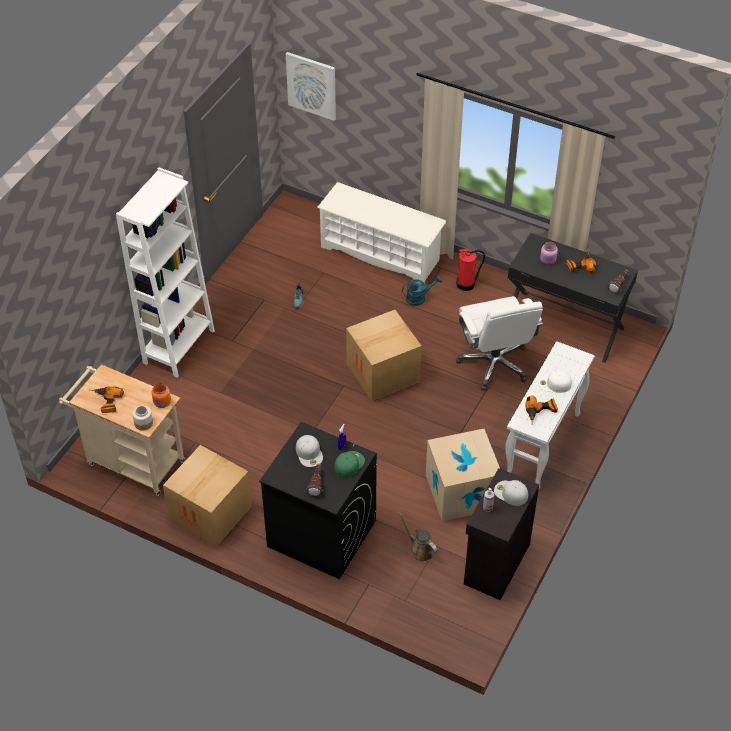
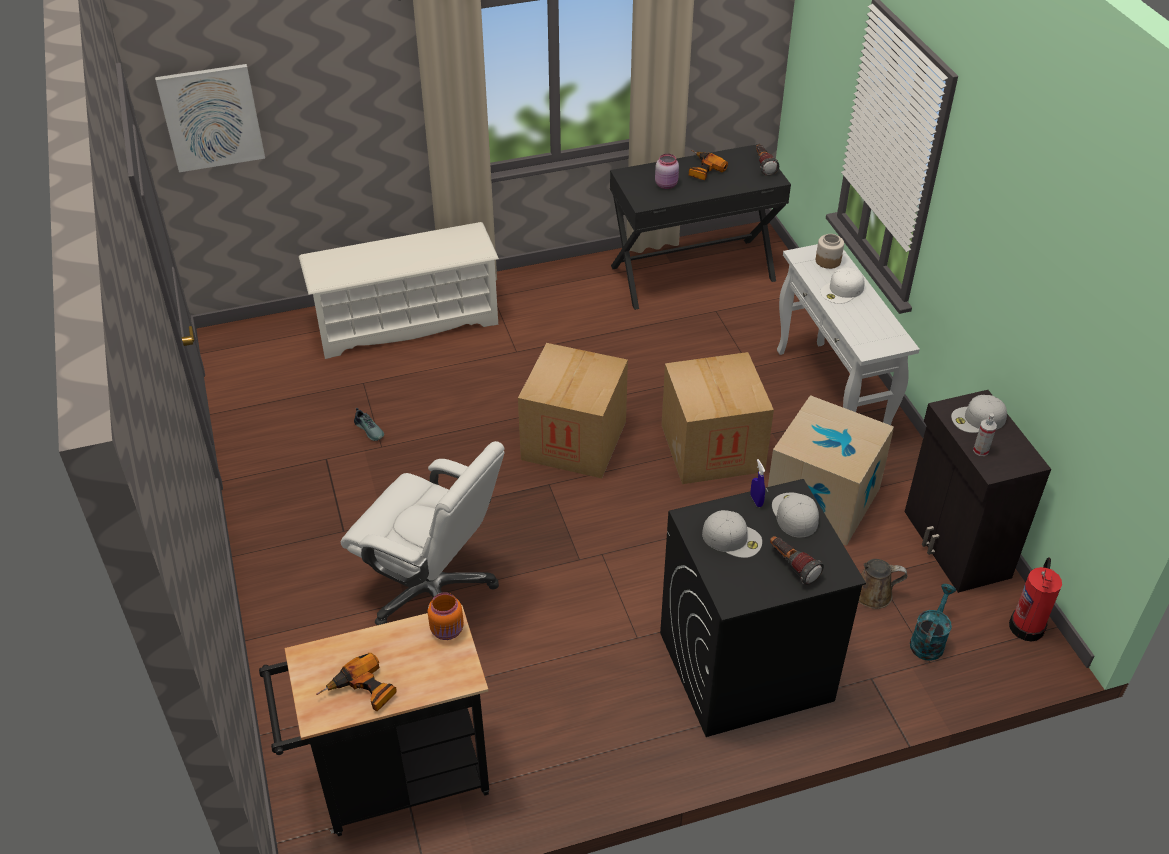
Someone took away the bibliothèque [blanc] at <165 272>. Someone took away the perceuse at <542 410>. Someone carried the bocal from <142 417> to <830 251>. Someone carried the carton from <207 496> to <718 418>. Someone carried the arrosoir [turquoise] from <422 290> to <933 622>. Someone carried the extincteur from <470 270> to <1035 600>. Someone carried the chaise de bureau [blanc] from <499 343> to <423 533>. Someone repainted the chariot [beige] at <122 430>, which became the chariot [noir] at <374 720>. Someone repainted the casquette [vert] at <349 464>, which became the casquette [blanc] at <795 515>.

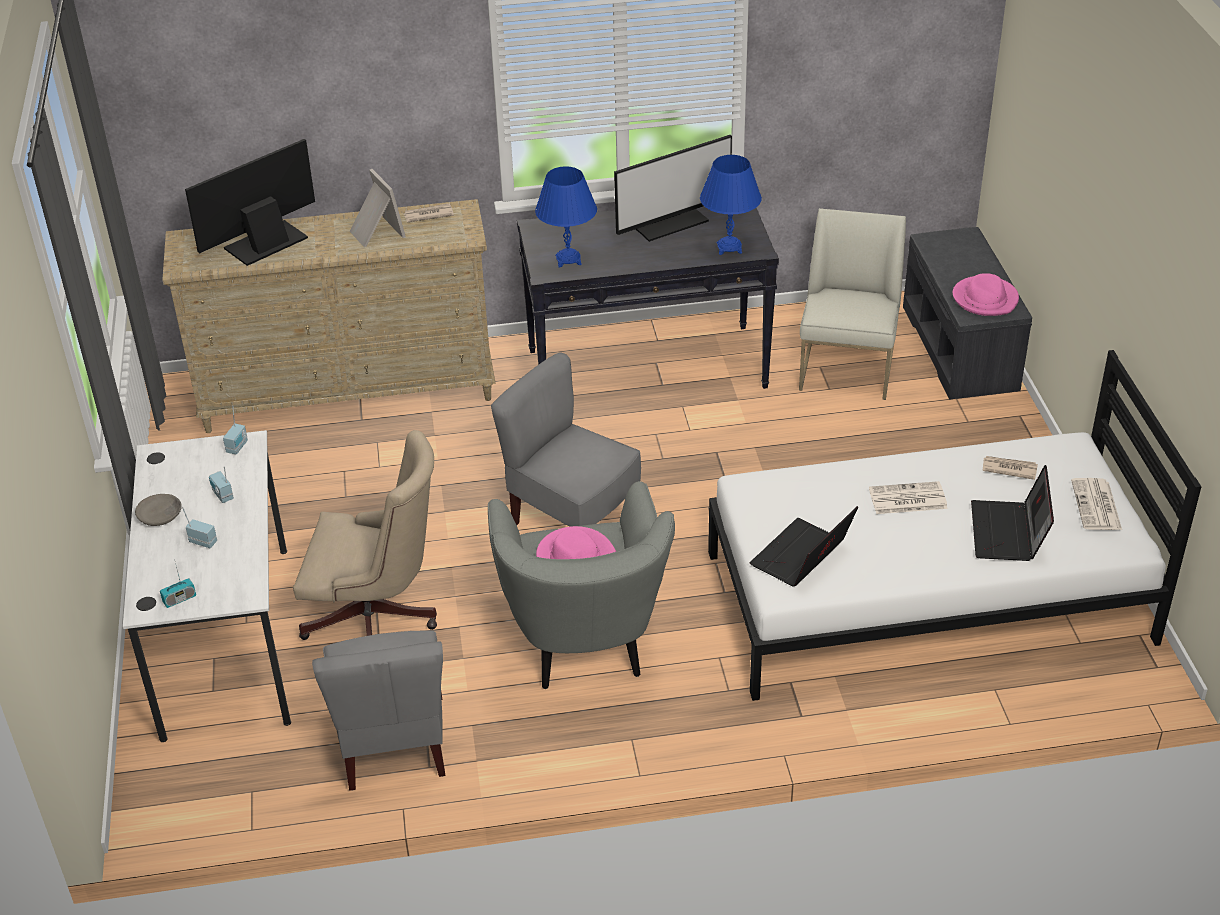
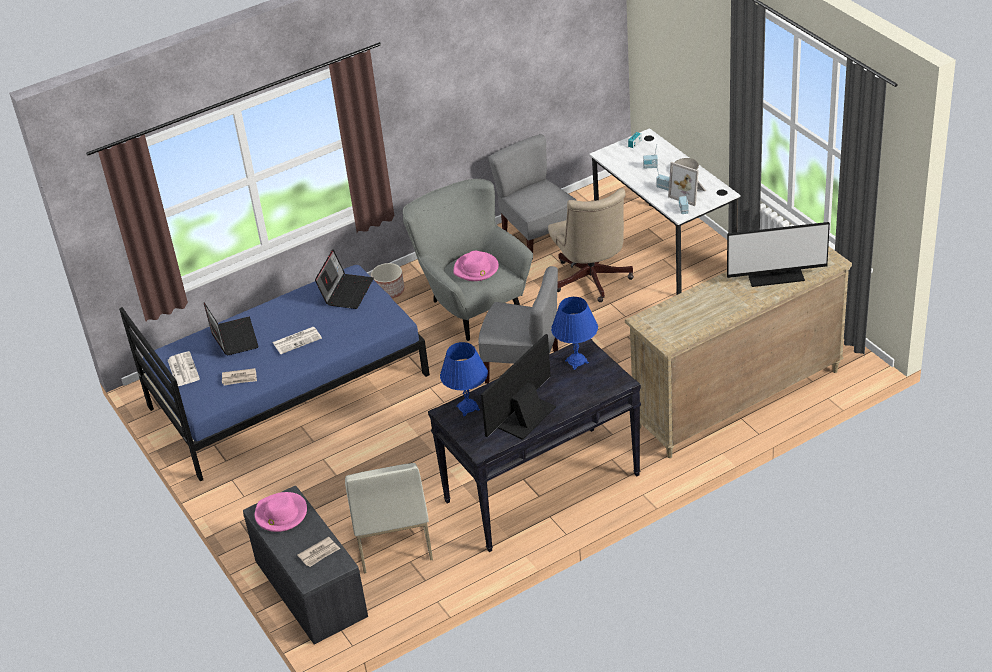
Someone put down the cache-pot at <387 280>. Someone carried the cadre photo from <378 208> to <687 184>. Someone carried the journal from <429 213> to <318 552>. Someone repainted the lit [blanc] at <954 525>, which became the lit [bleu] at <274 373>. Someone rotated the écran d'ordinateur at <250 202> by 60 degrees clockwise. Someone rotated the chaise de bureau [beige] at <365 535> by 90 degrees counterclockwise.

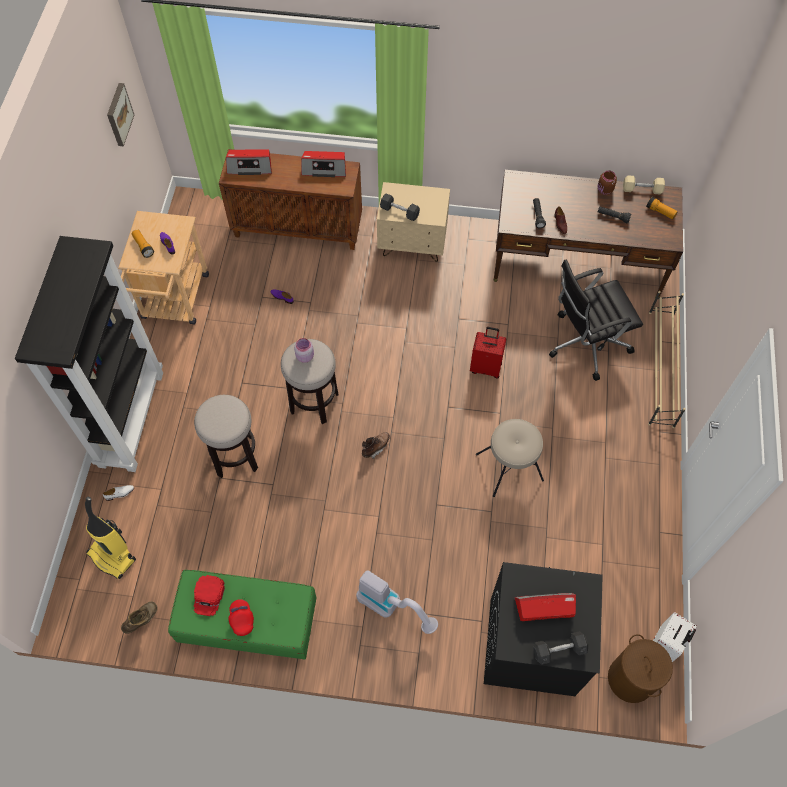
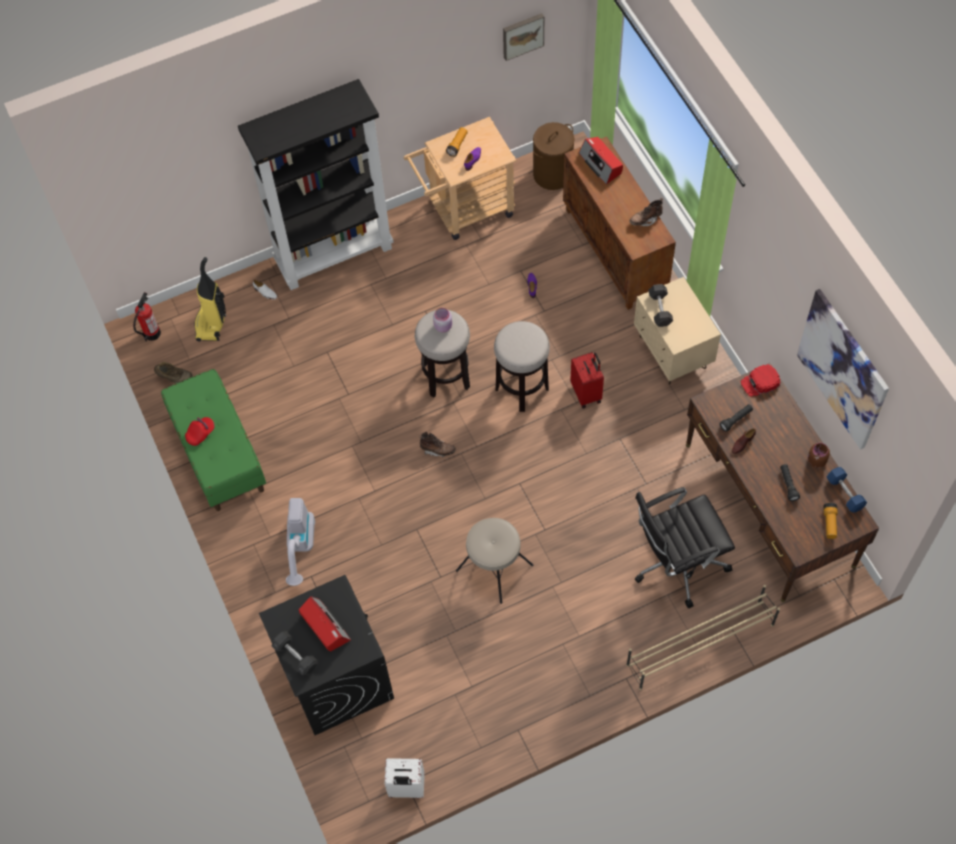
Someone put down the extincteur at <147 317>. Someone put up the tableau at <843 369>. Someone carried the casquette [rouge] from <209 595> to <760 380>. Someone carried the tabouret from <226 436> to <522 366>. Someone carried the valise [rouge] from <488 353> to <587 380>. Someone carried the panier à linge [marron] from <640 668> to <553 156>. Someone swapped the radio at <323 164> for the botte [marron] at <646 212>. Someone repainted the haltère [beige] at <644 184>, which became the haltère [bleu] at <846 490>. Someone rotated the chaise de bureau [noir] at <596 320> by 60 degrees counterclockwise.

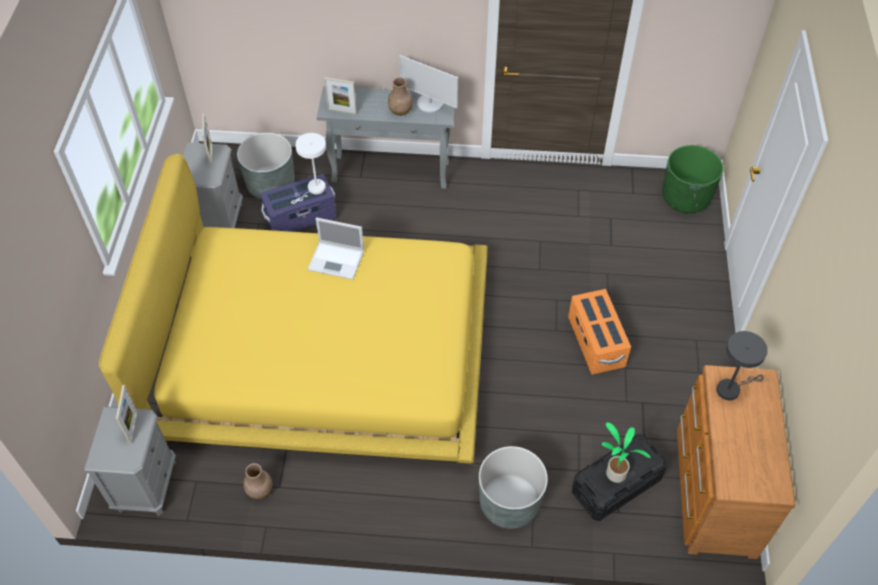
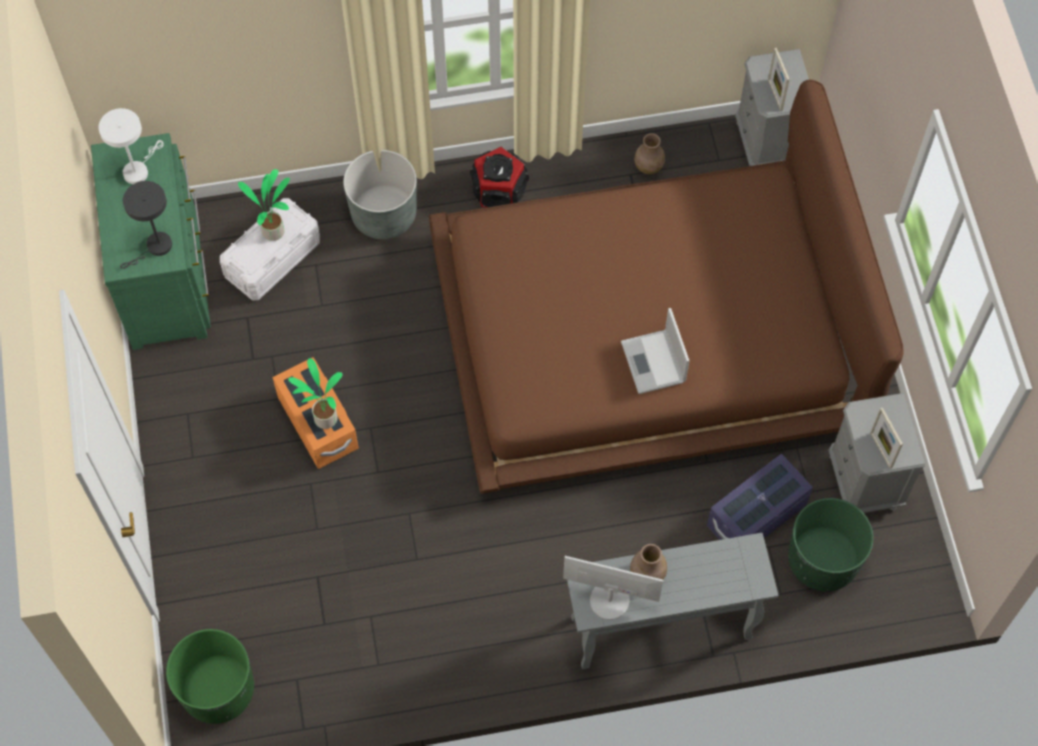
Someone took away the cadre photo at <340 95>. Someone put down the plante en pot at <315 393>. Someone put down the enceinte at <499 177>. Someone carried the lampe de table [blanc] from <308 168> to <131 146>. Someone repainted the lit [jaune] at <293 309>, which became the lit [marron] at <666 286>. Someone repainted the cache-pot [gris] at <266 166>, which became the cache-pot [vert] at <831 544>. Someone repainted the boîte de rangement [noir] at <619 477>, which became the boîte de rangement [blanc] at <270 249>. Someone repainted the commode [marron] at <736 462>, which became the commode [vert] at <151 241>. Someone rotated the ordinateur portable at <335 248> by 105 degrees counterclockwise.

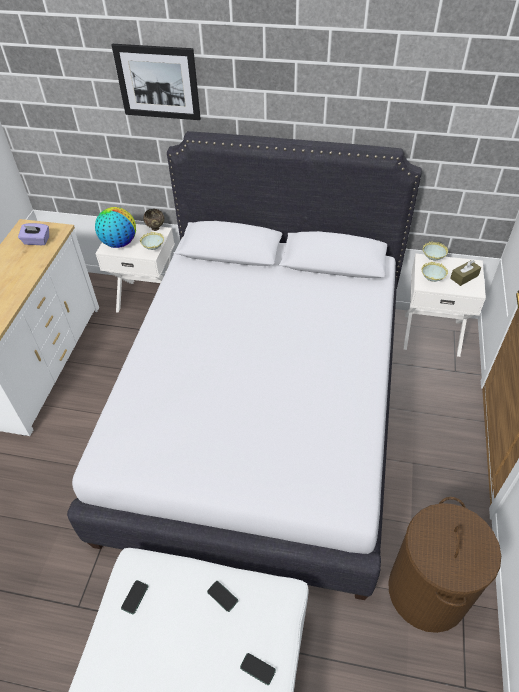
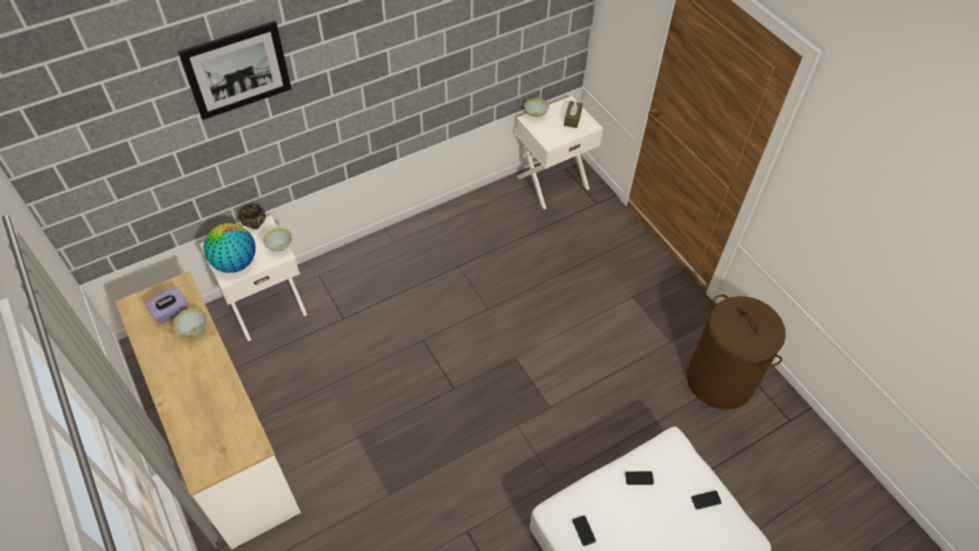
Someone took away the lit [blanc] at <244 365>. Someone carried the bol from <434 272> to <190 322>.

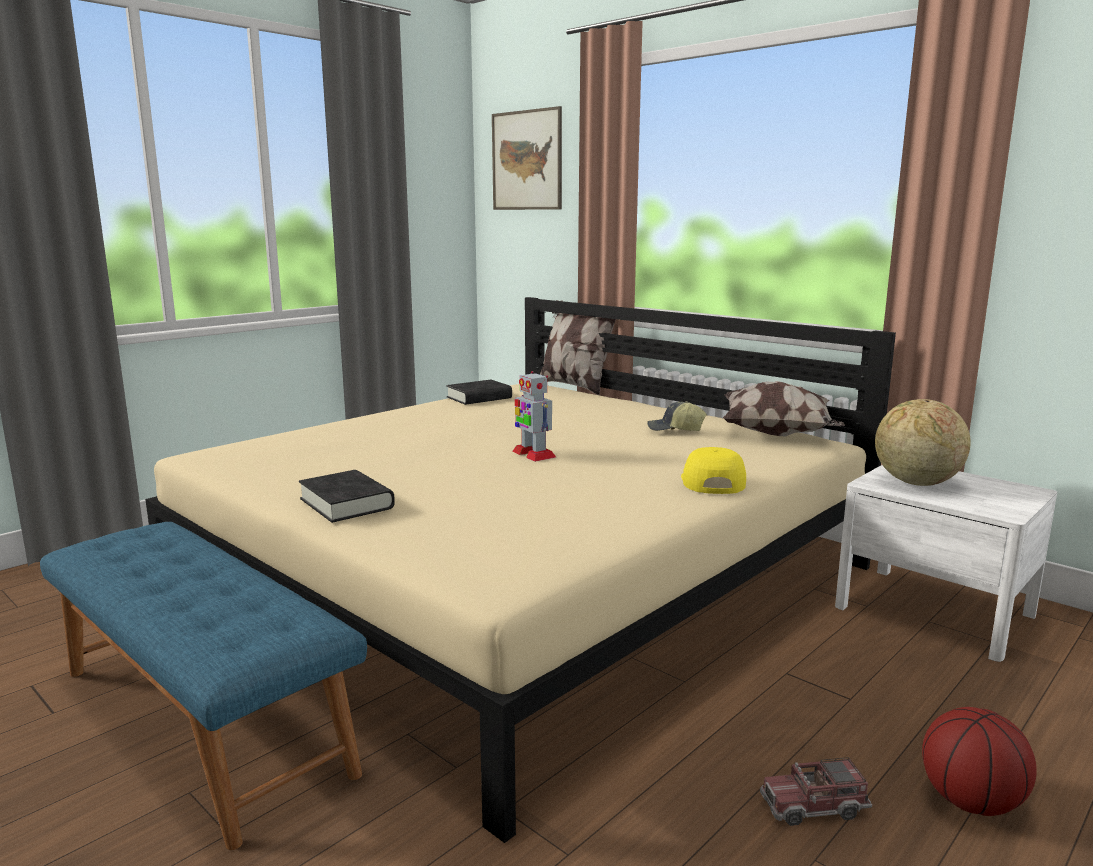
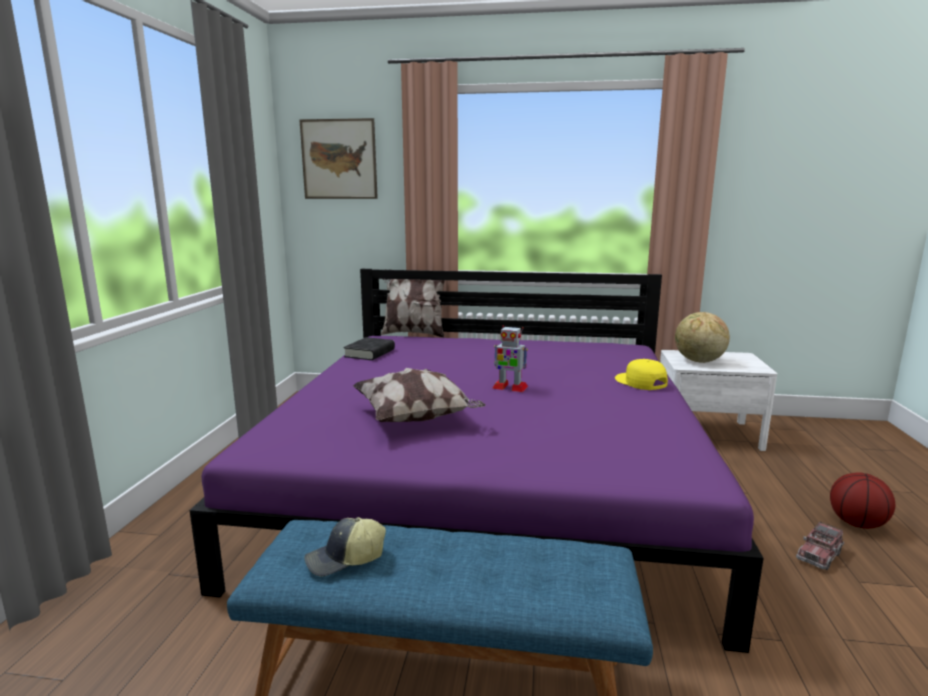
Someone took away the livre [noir] at <347 496>. Someone carried the casquette from <677 416> to <345 546>. Someone carried the coussin from <784 408> to <419 395>. Someone repainted the lit [beige] at <520 570>, which became the lit [violet] at <476 461>.

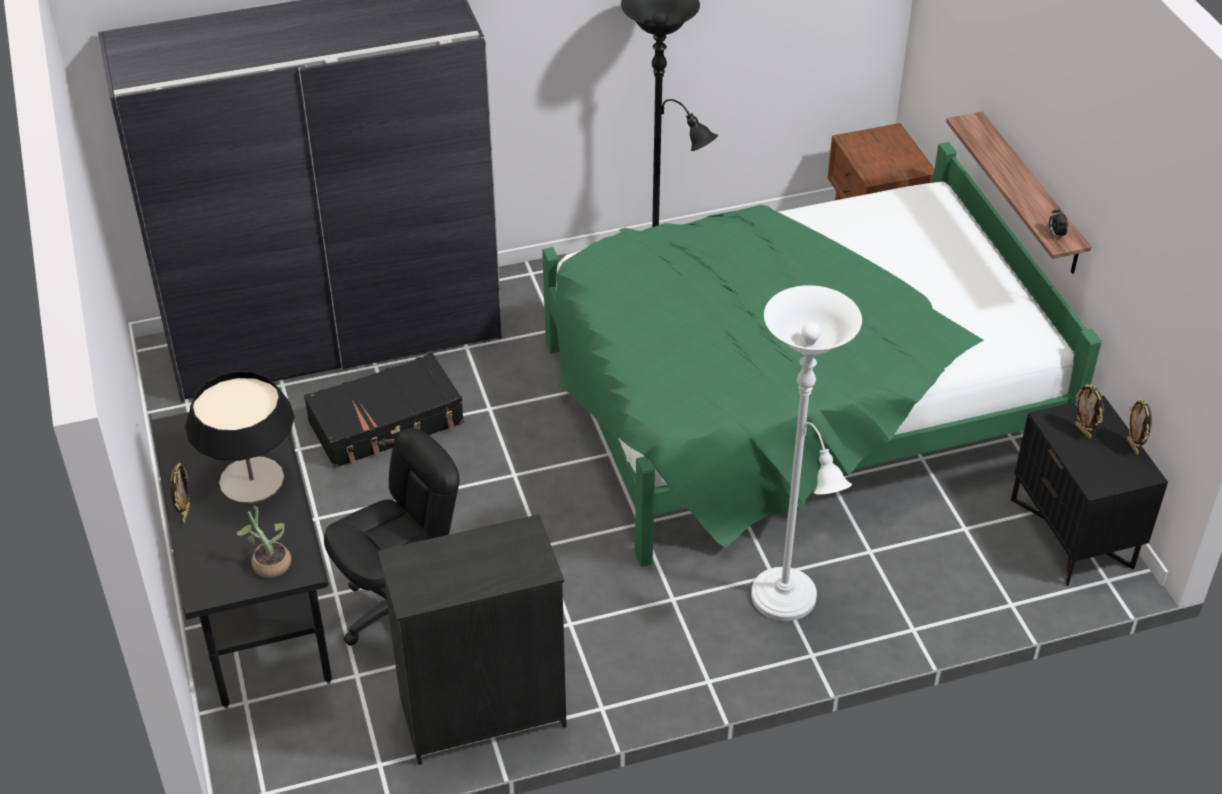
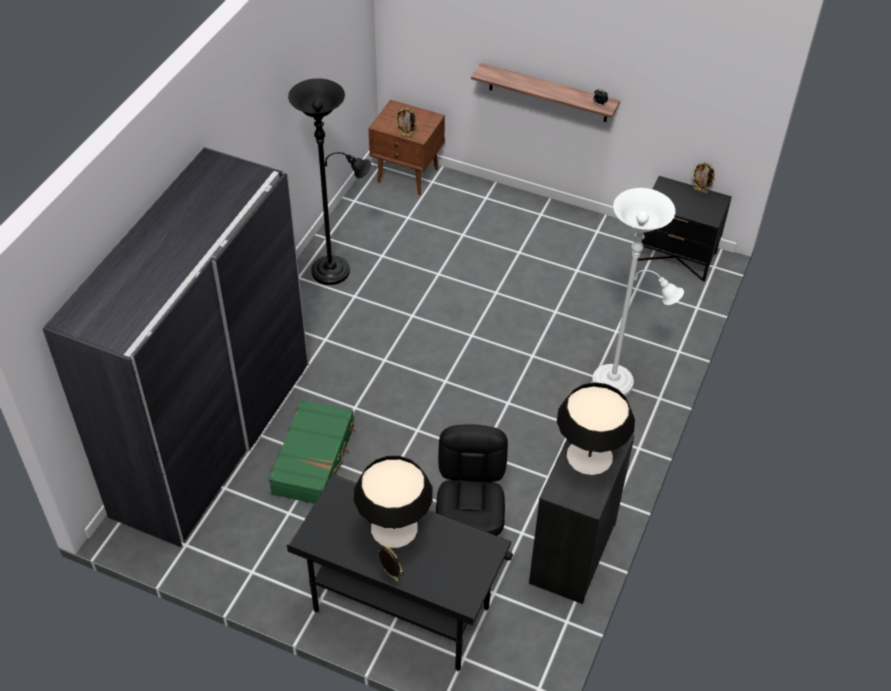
Someone took away the plante en pot at <264 542>. Someone took away the lit [vert] at <822 354>. Someone put down the lampe de table at <596 429>. Someone carried the cadre photo from <1089 411> to <406 123>. Someone repainted the valise [noir] at <384 410>, which became the valise [vert] at <312 451>.

